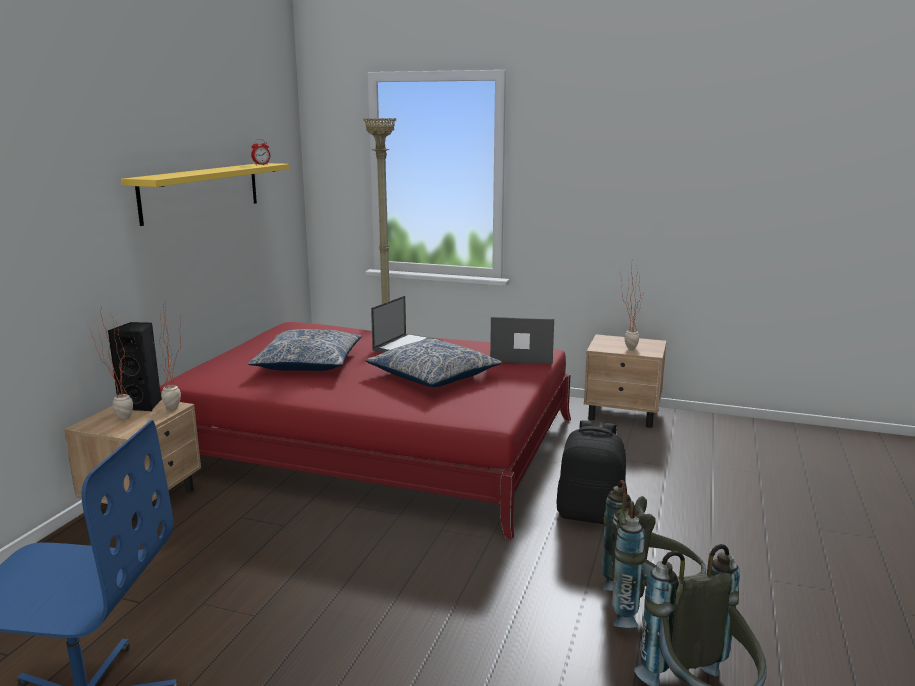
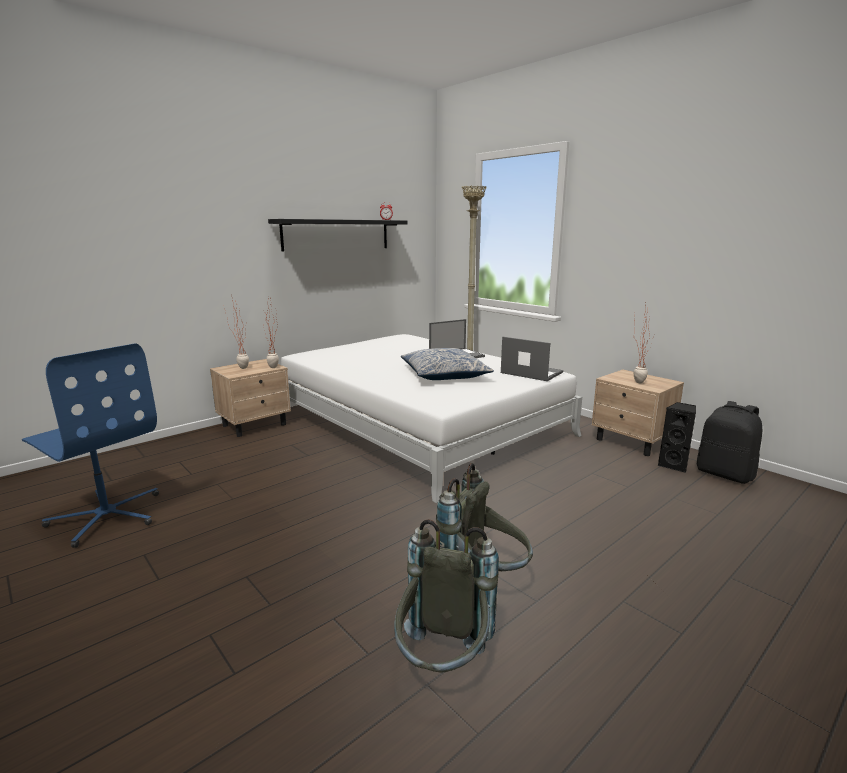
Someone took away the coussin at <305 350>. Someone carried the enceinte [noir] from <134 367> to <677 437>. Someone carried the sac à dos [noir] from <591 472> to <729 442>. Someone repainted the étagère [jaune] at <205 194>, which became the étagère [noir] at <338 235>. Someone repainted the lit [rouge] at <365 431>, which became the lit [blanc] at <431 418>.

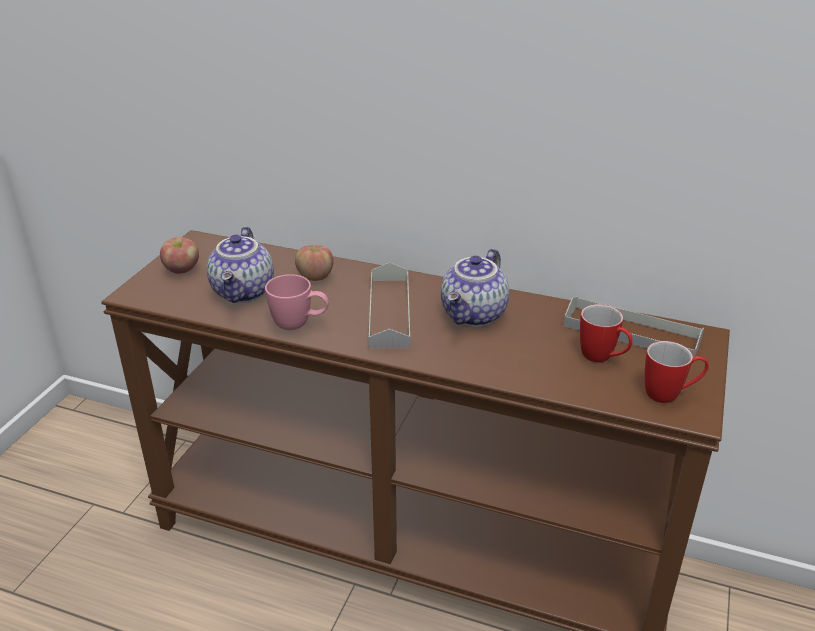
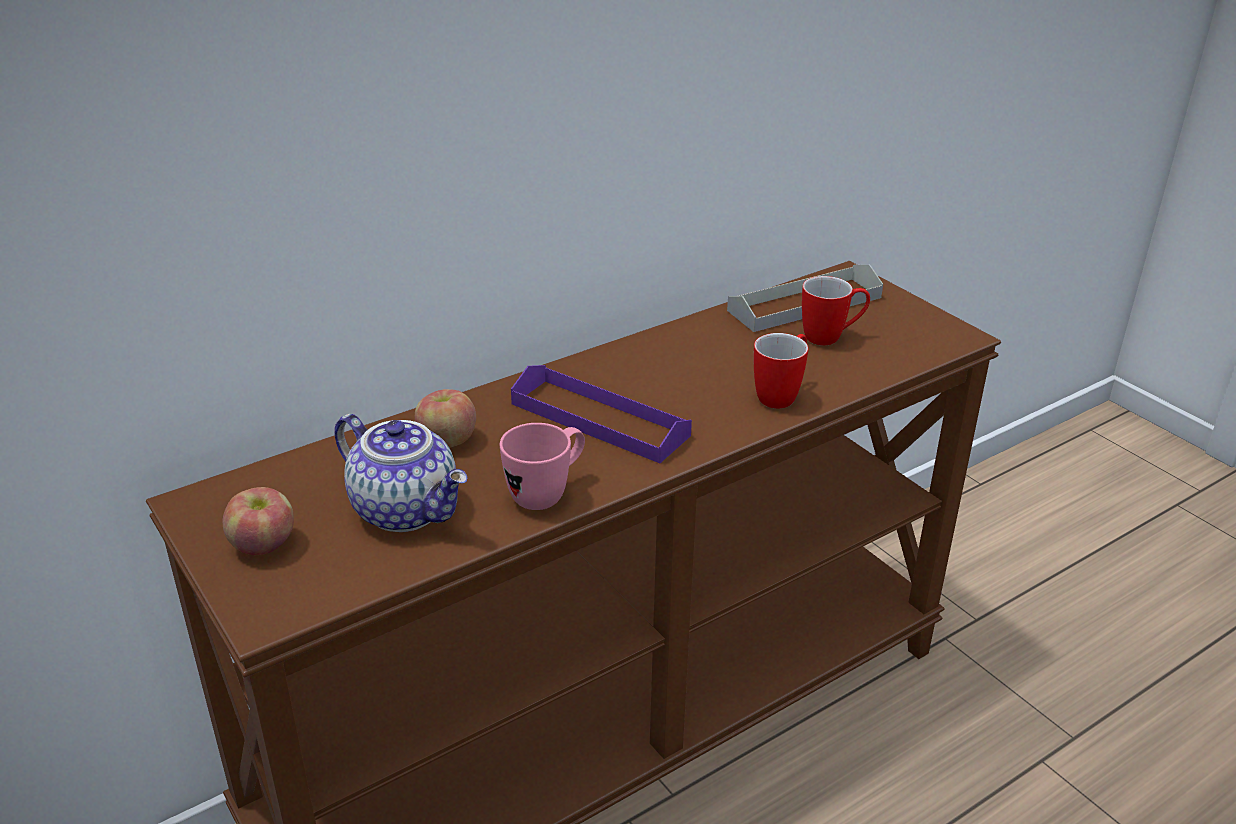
Someone took away the théière at <475 287>. Someone carried the mug from <677 372> to <781 371>. Someone repainted the plateau [gris] at <389 305>, which became the plateau [violet] at <601 414>.

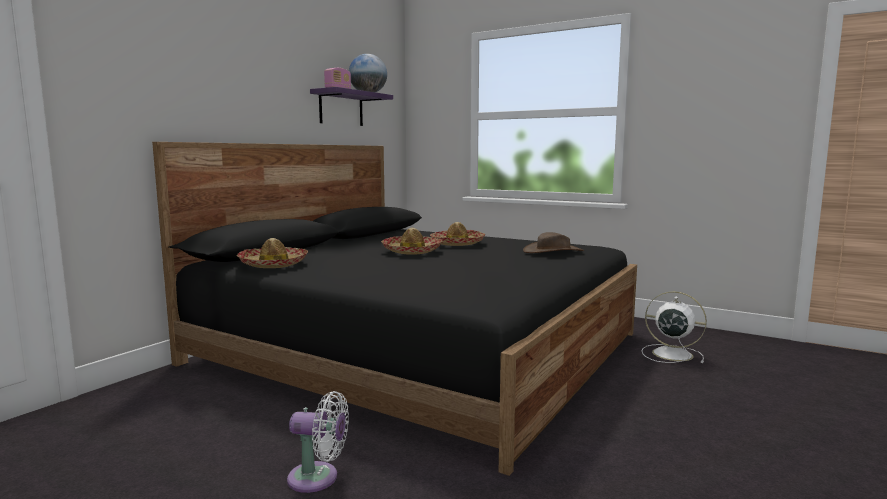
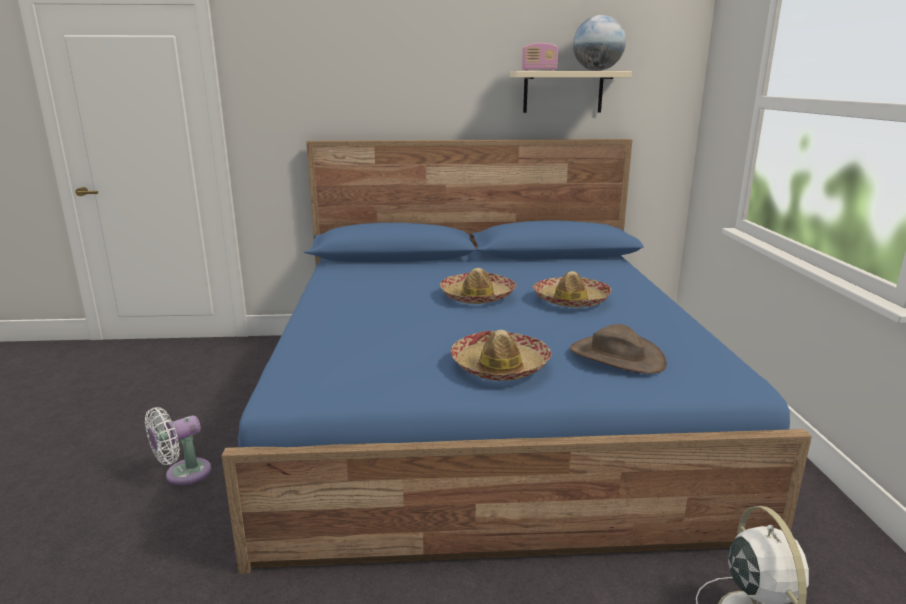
Someone carried the chapeau from <272 253> to <501 355>. Someone repainted the lit [noir] at <394 309>, which became the lit [bleu] at <516 356>. Someone repainted the étagère [violet] at <351 106>, which became the étagère [beige] at <571 92>. Someone rotated the ventilateur [blanc] at <318 442> by 75 degrees clockwise.

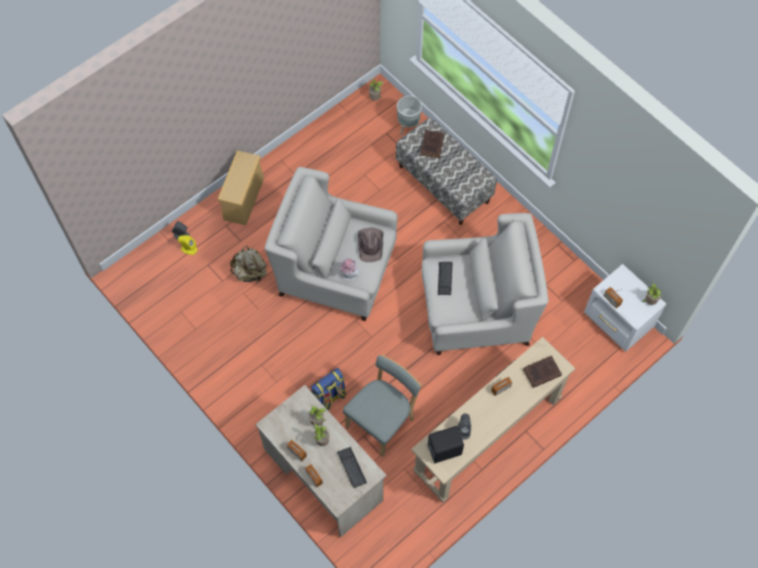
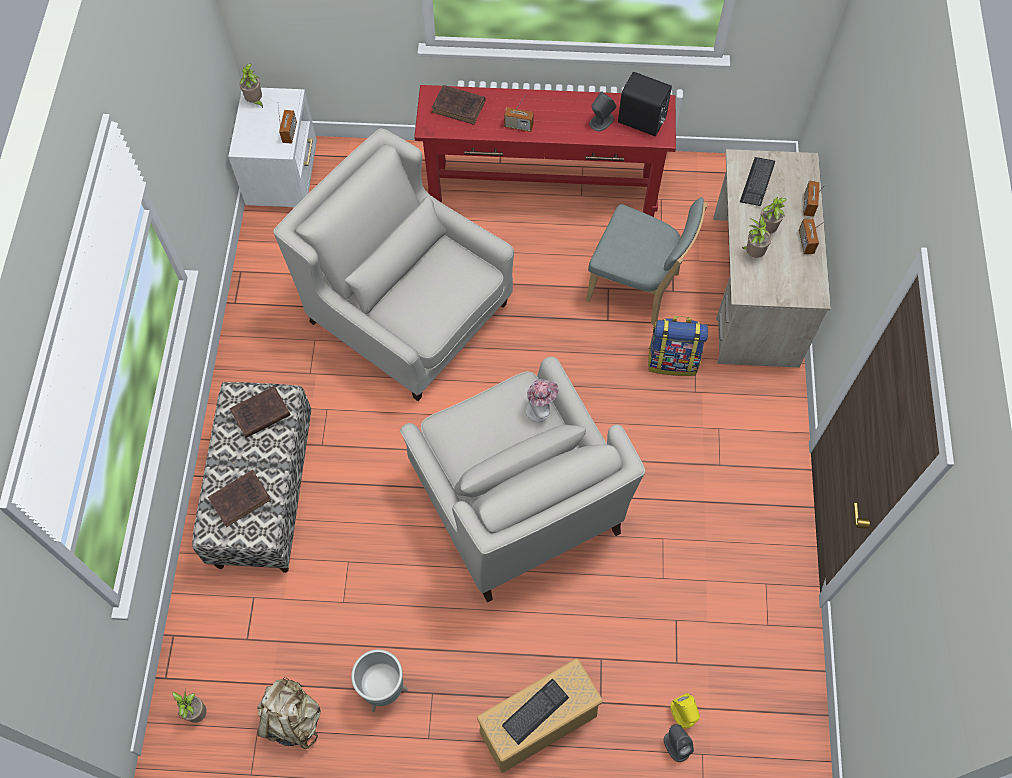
Someone took away the chapeau [marron] at <371 244>. Someone put down the livre [marron] at <260 412>. Someone carried the sac à dos [beige] from <248 264> to <289 713>. Someone carried the cache-pot [gris] from <409 115> to <379 680>. Someone carried the clavier from <445 278> to <535 712>. Someone repainted the table console [beige] at <493 420>, which became the table console [rouge] at <545 151>. Someone rotated the chaise [gris] at <382 405> by 150 degrees counterclockwise.

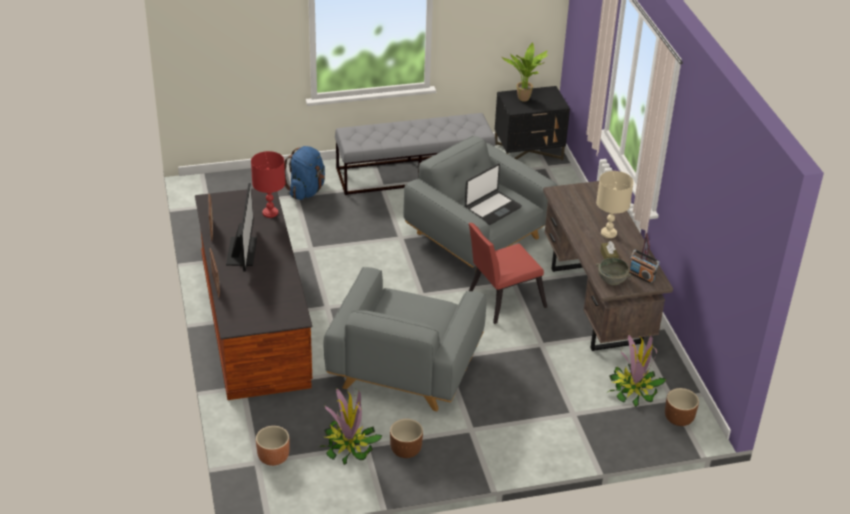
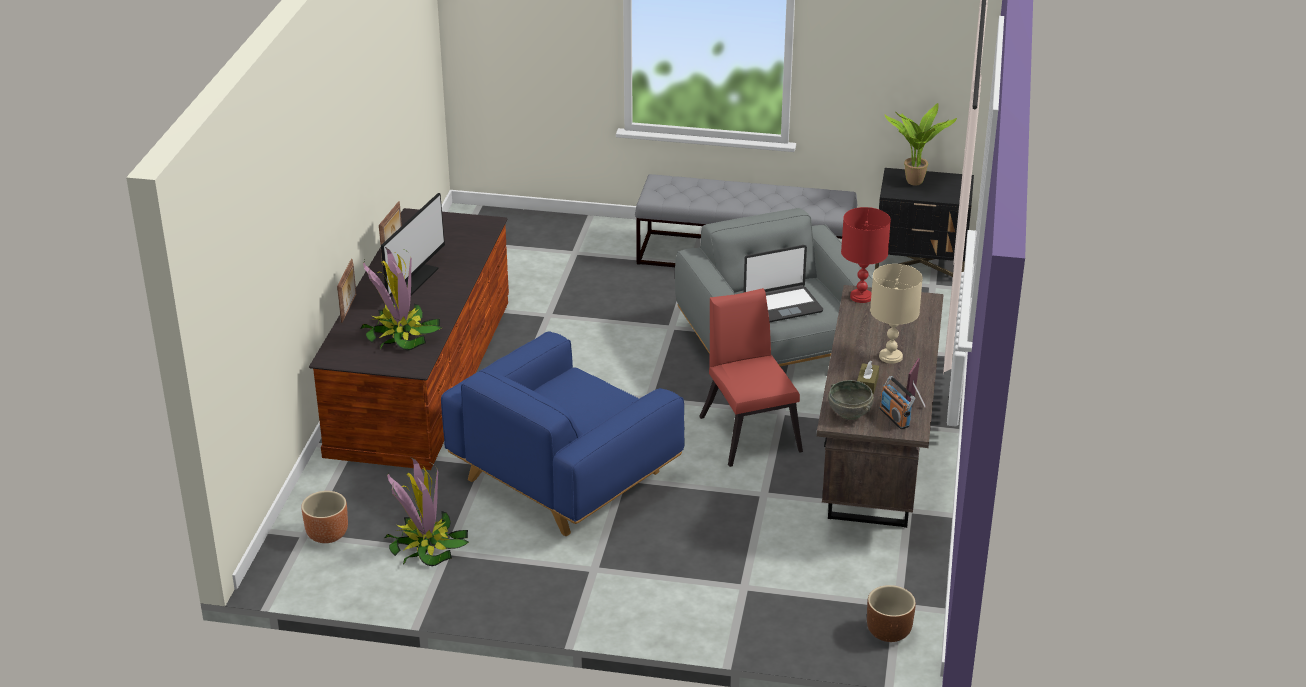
Someone took away the sac à dos [bleu] at <304 173>. Someone took away the cache-pot [marron] at <406 438>. Someone carried the lampe de table [rouge] from <268 184> to <866 255>. Someone carried the plante en pot from <636 370> to <401 298>. Someone repainted the fauteuil [gris] at <404 339>, which became the fauteuil [bleu] at <562 433>. Someone rotated the chaise [rouge] at <508 273> by 75 degrees clockwise.

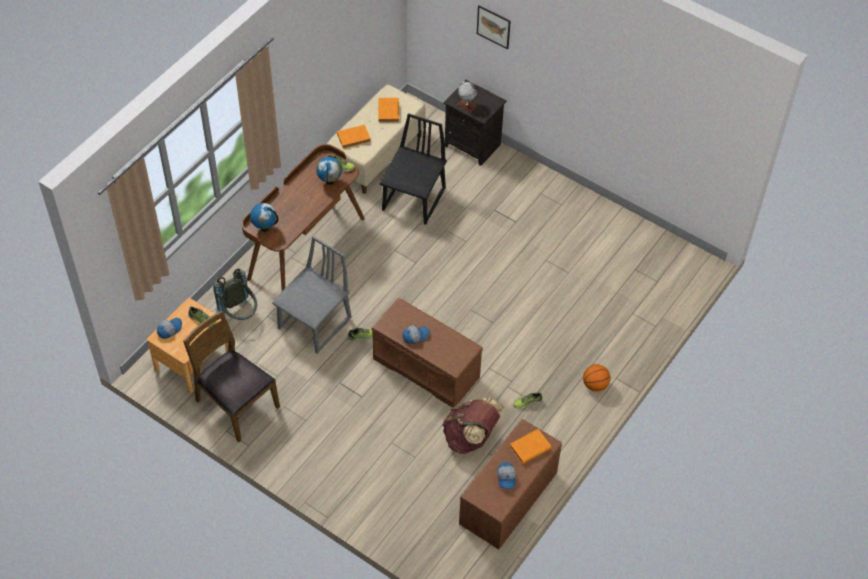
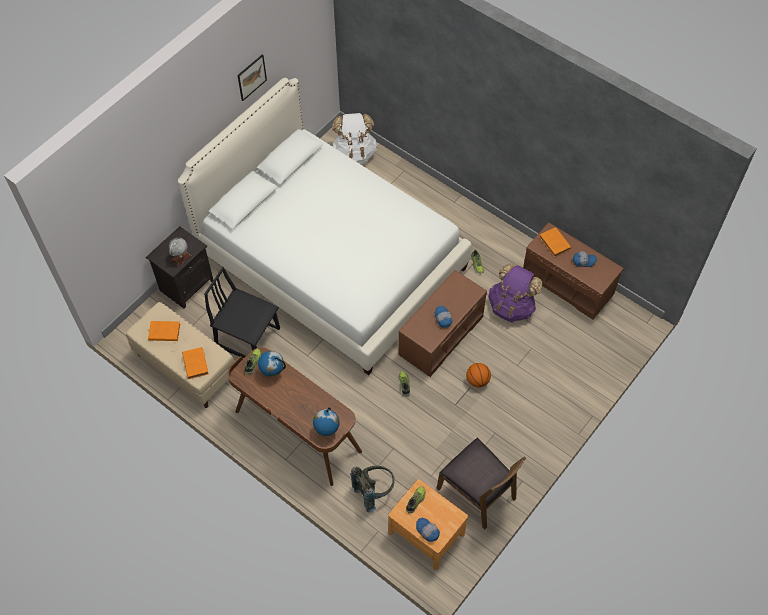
Someone took away the chaise [gris] at <312 295>. Someone put down the lit [blanc] at <325 226>. Someone put down the sac à dos [blanc] at <355 138>. Someone carried the tableau from <494 27> to <252 77>. Someone carried the ballon de basket from <596 378> to <478 375>. Someone repainted the sac à dos [marron] at <472 426>, which became the sac à dos [violet] at <515 292>. Someone rotated the chaise [marron] at <231 376> by 90 degrees counterclockwise.

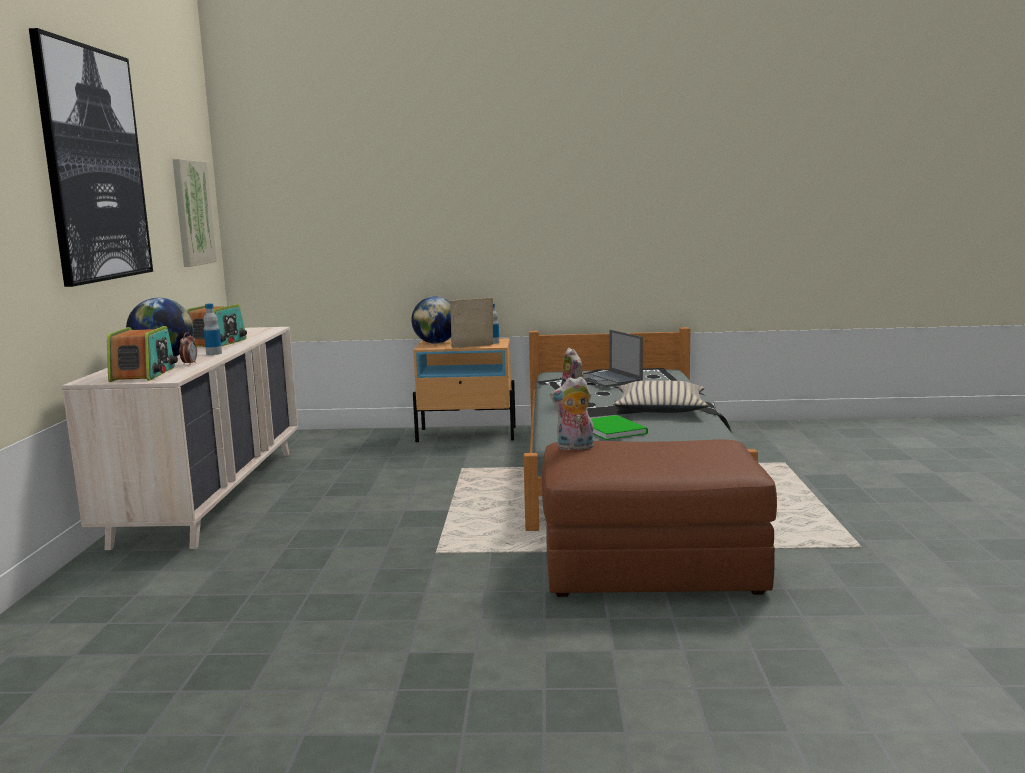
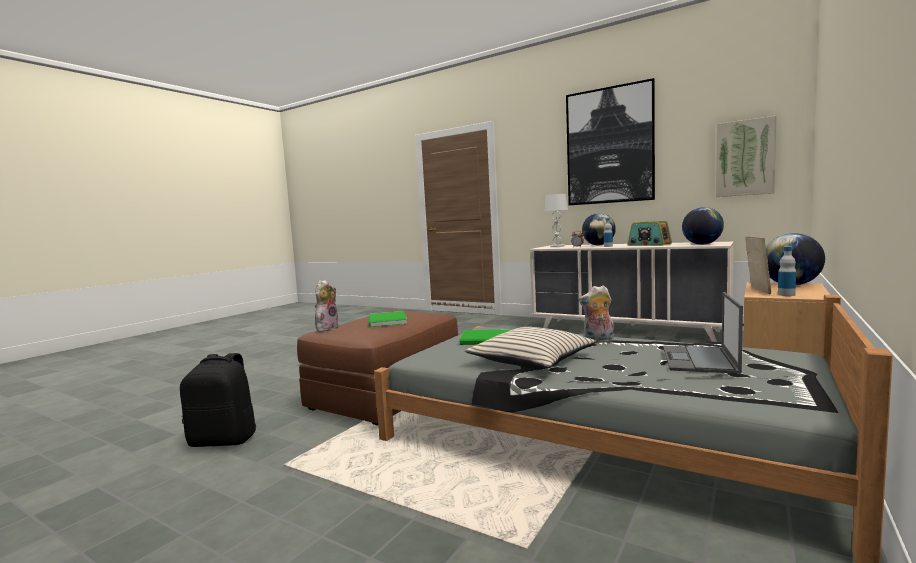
Someone put down the sac à dos [noir] at <218 400>. Someone put down the livre [vert] at <388 319>. Someone put down the globe at <703 226>. Someone carried the peluche from <572 413> to <326 306>. Someone swapped the radio at <142 354> for the lampe de table [blanc] at <556 220>. Someone rotated the ordinateur portable at <613 358> by 75 degrees counterclockwise.

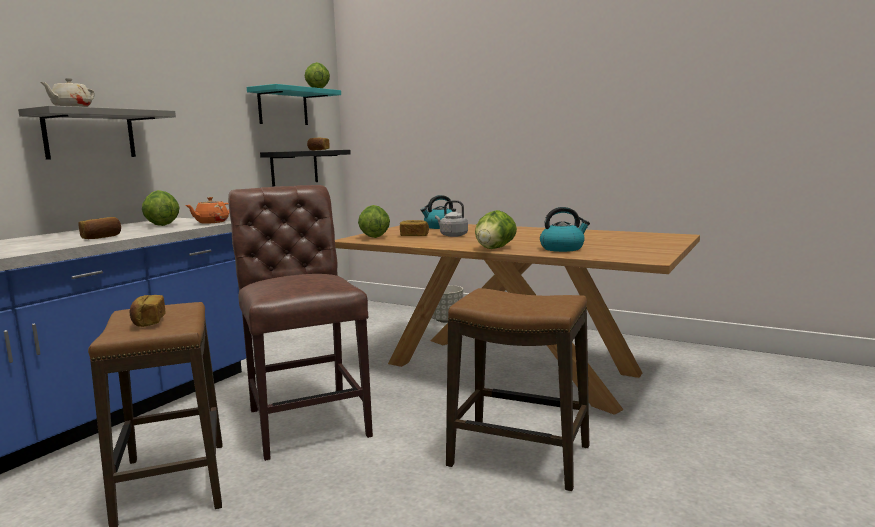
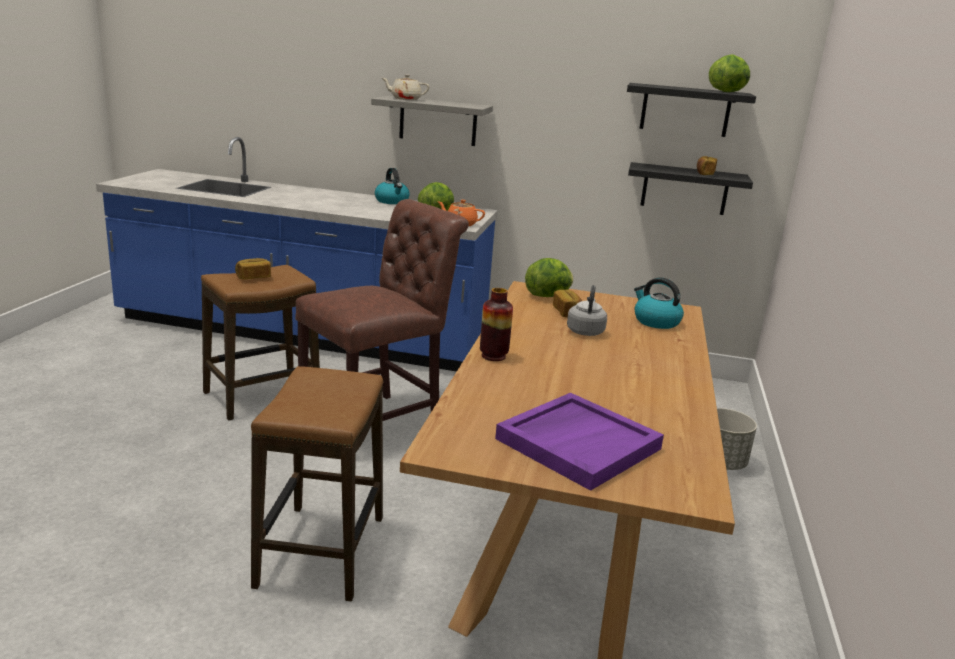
Someone took away the pain at <99 228>. Someone put down the plateau [violet] at <579 442>. Someone carried the bouilloire from <565 229> to <392 186>. Someone swapped the laitue at <496 229> for the vase at <496 324>. Someone repainted the étagère [turquoise] at <294 104>, which became the étagère [noir] at <691 110>.

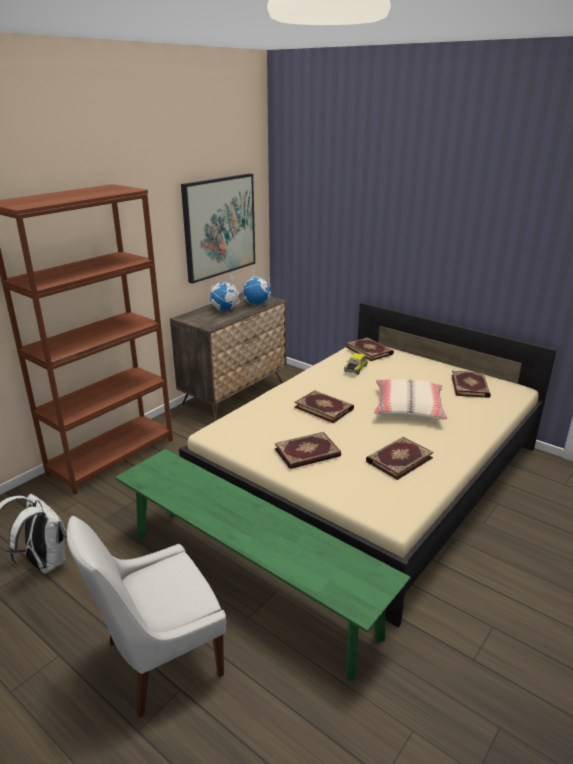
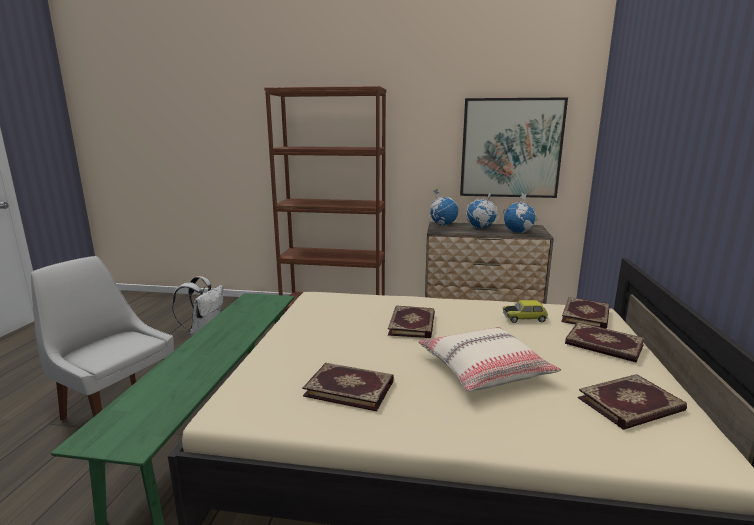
Someone put down the globe at <444 207>. Someone carried the livre from <308 450> to <605 342>.

